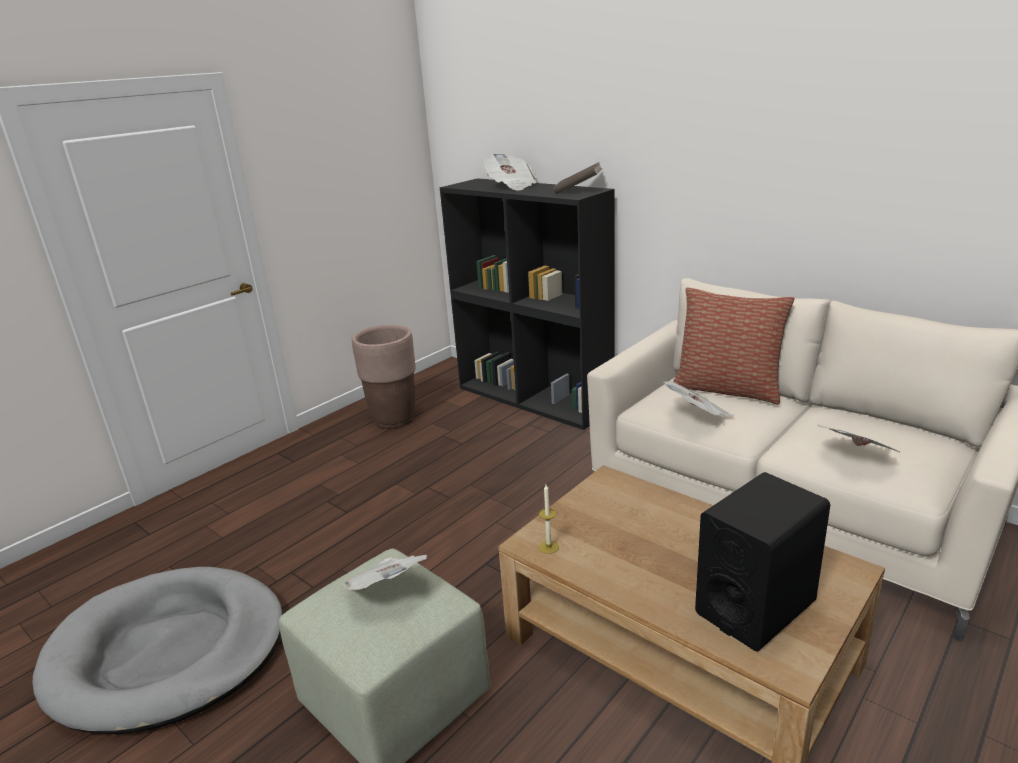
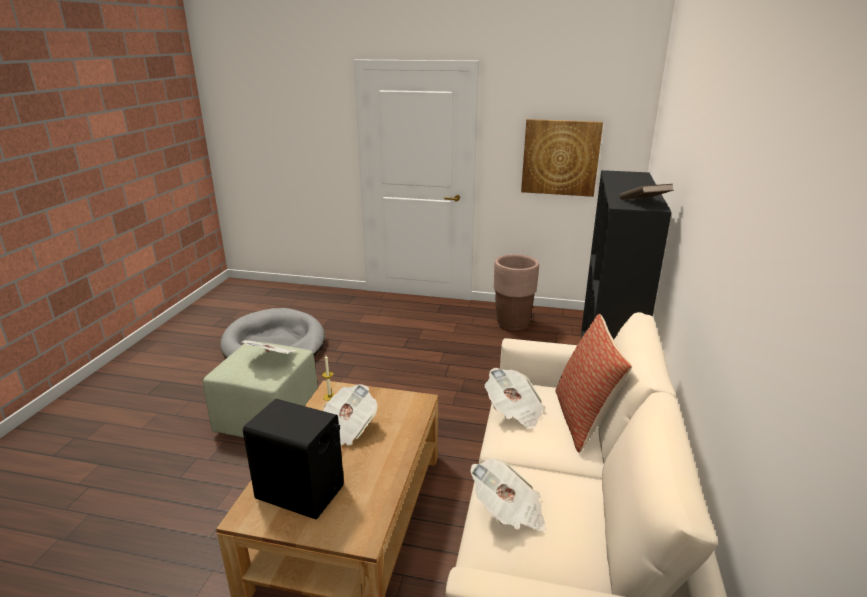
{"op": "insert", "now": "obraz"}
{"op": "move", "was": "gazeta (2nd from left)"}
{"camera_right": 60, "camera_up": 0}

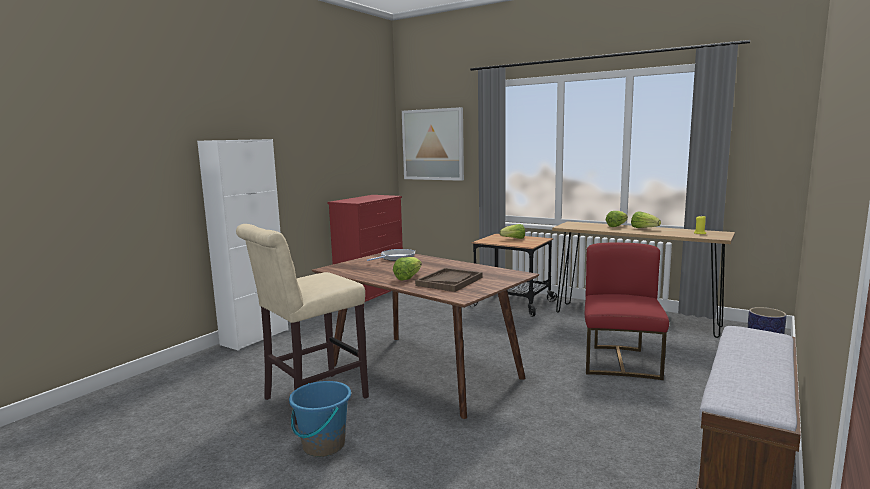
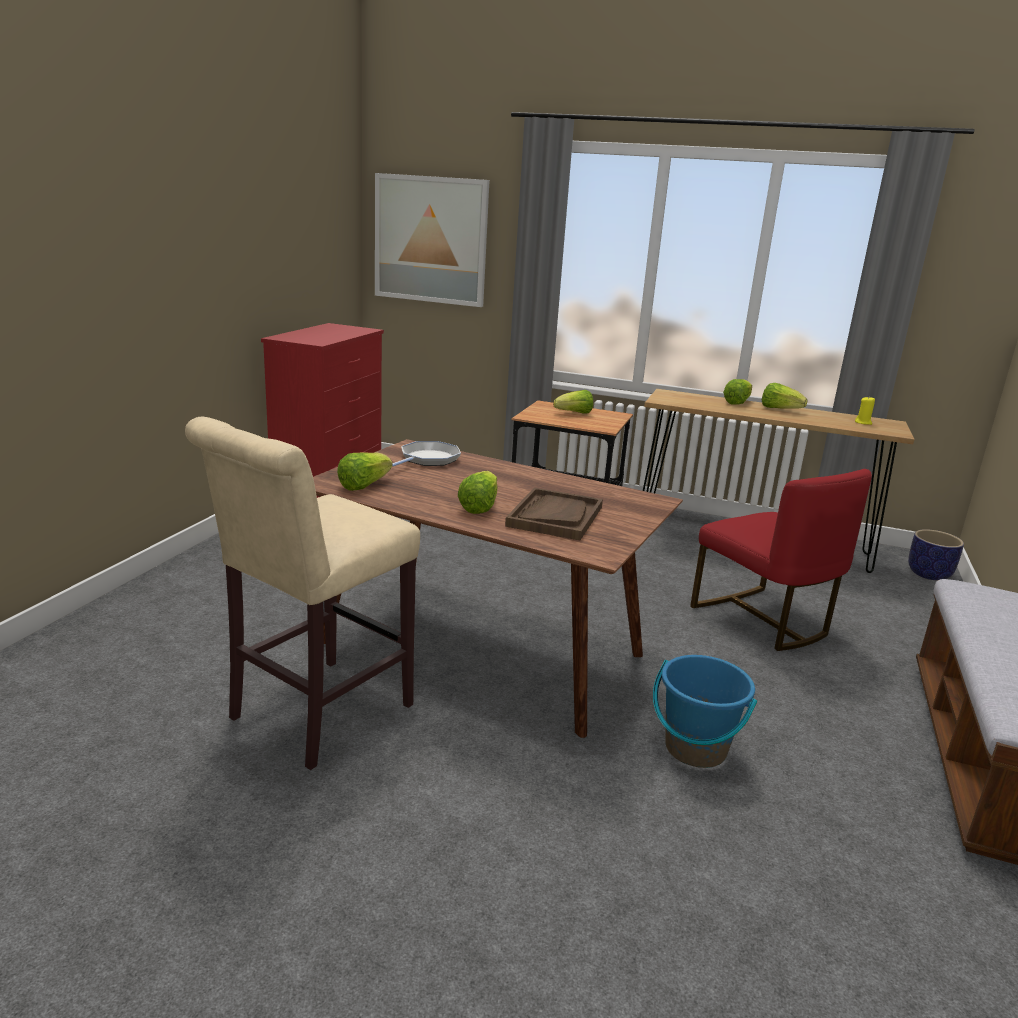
{"op": "delete", "was": "szafka [biały]"}
{"op": "insert", "now": "sałata (1st from left)"}
{"op": "move", "was": "wiadro [niebieski]"}
{"op": "rotate", "was": "krzesło [czerwony]", "clockwise": 150}
{"camera_right": -15, "camera_up": 10}

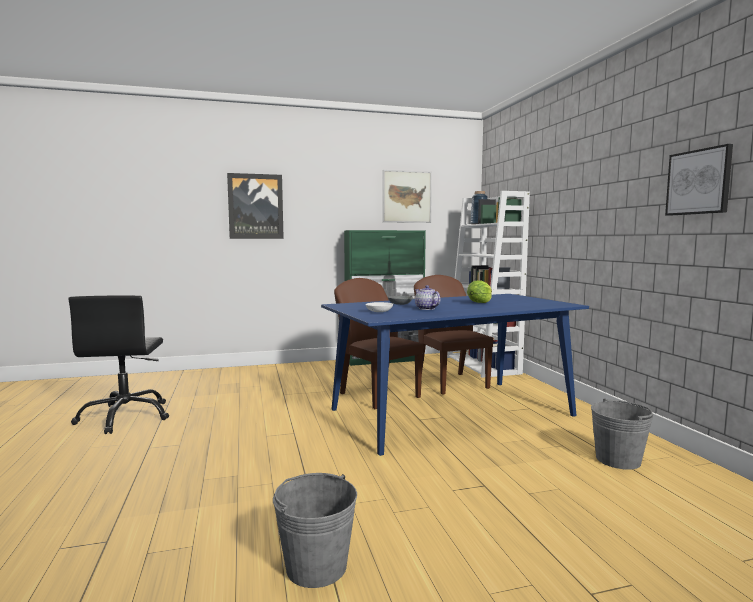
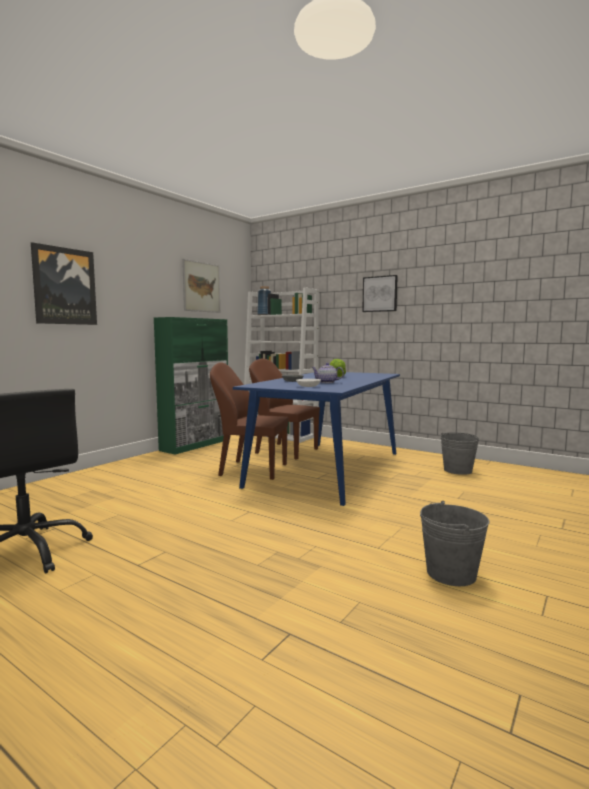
{"op": "move", "was": "obraz (3rd from left)"}
{"camera_right": -40, "camera_up": 0}

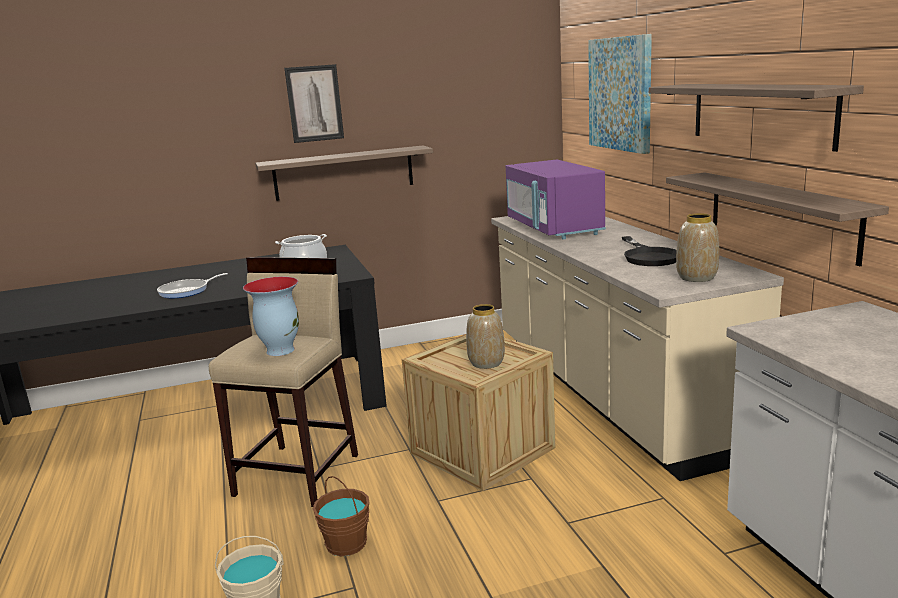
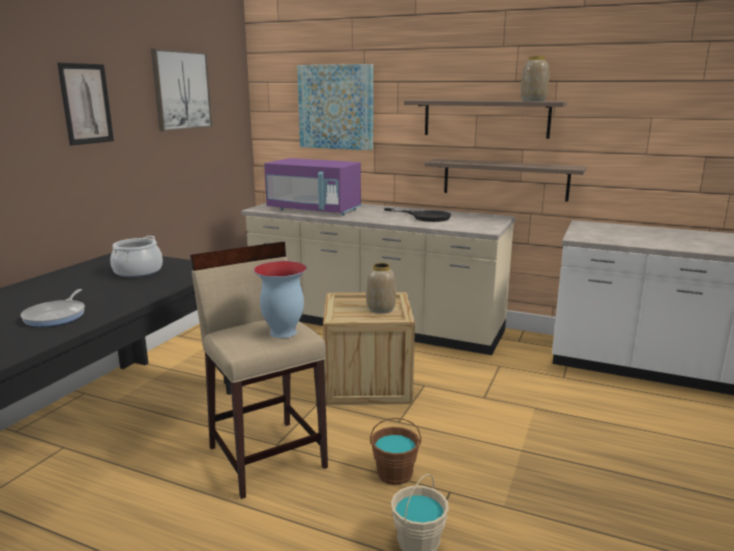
{"op": "delete", "was": "półka (1st from left)"}
{"op": "insert", "now": "obraz (2nd from left)"}
{"op": "move", "was": "wazon (3rd from left)"}
{"camera_right": -50, "camera_up": 0}

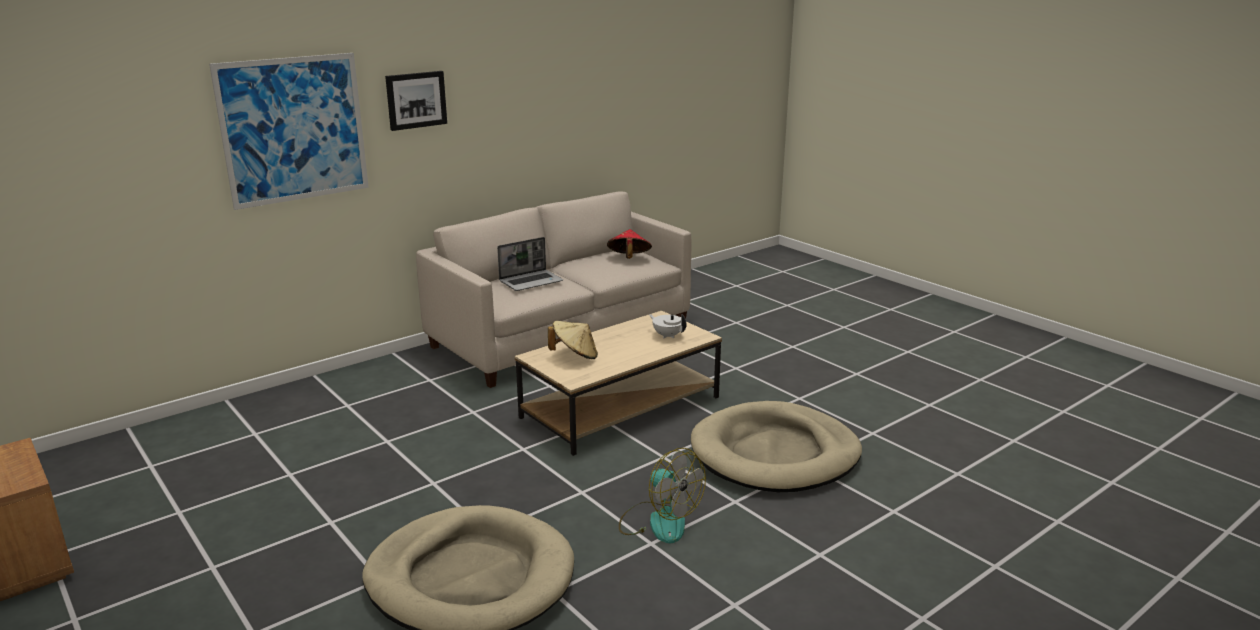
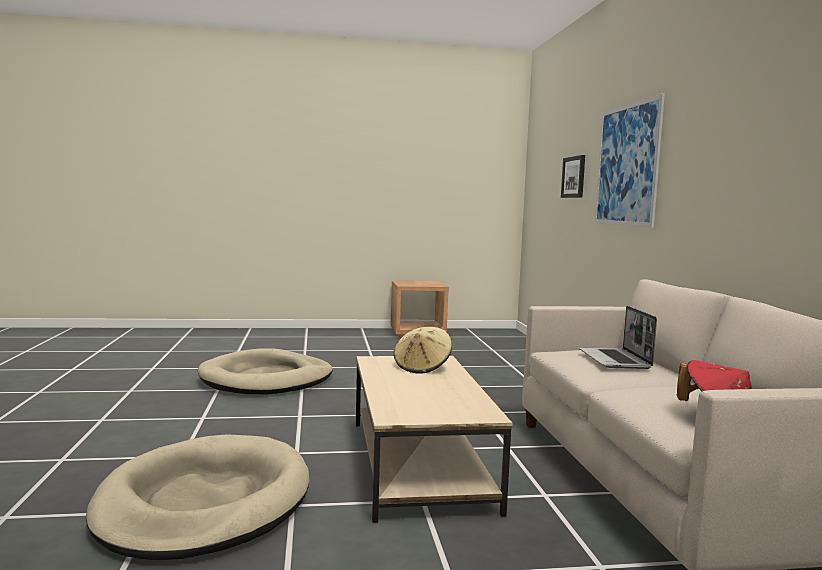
{"op": "delete", "was": "wentylator"}
{"op": "delete", "was": "imbryk [biały]"}
{"op": "move", "was": "obraz (2nd from left in the first image)", "now": "obraz (1st from left)"}
{"camera_right": 120, "camera_up": -15}

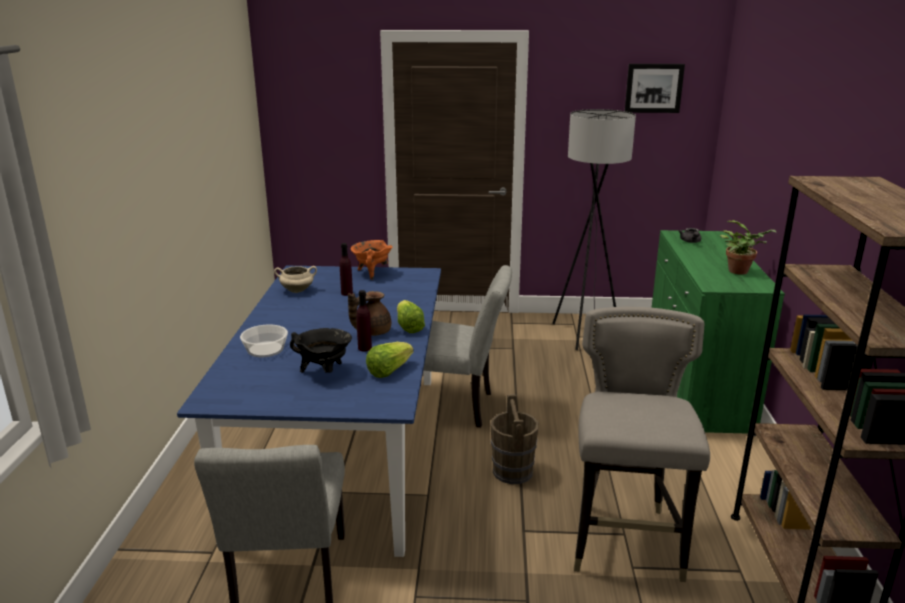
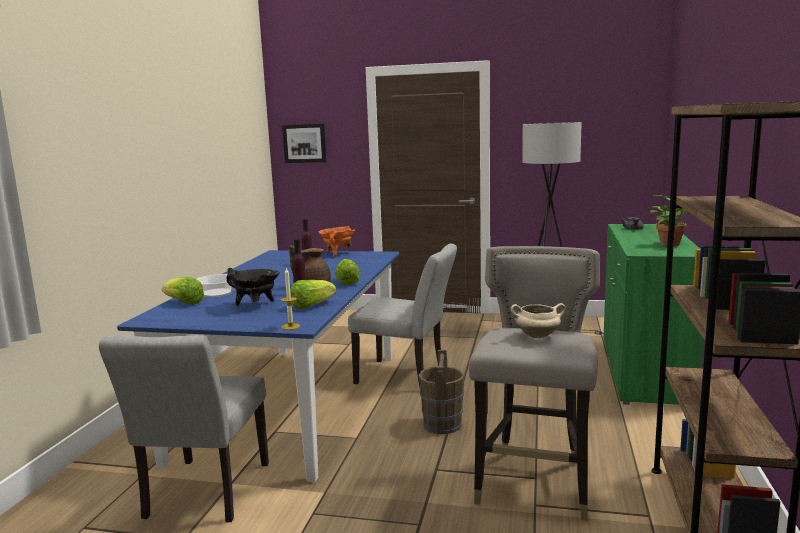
{"op": "insert", "now": "sałata (1st from left)"}
{"op": "insert", "now": "świeca"}
{"op": "move", "was": "garnek [beżowy]"}
{"op": "move", "was": "obraz"}
{"camera_right": 10, "camera_up": -10}

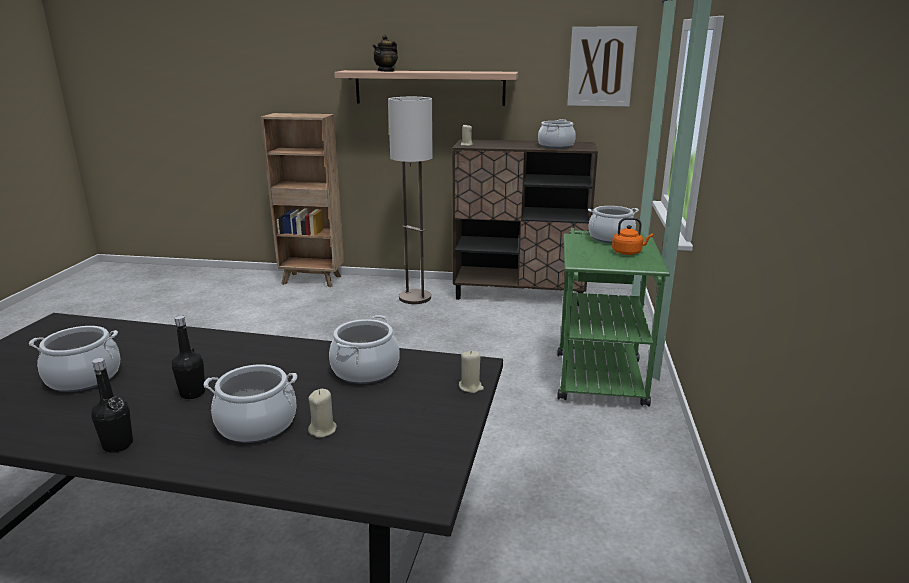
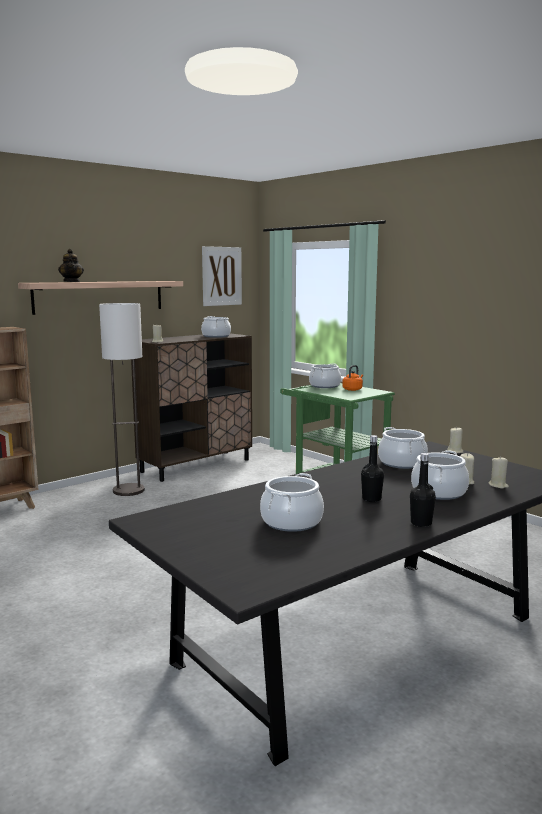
{"op": "insert", "now": "świeca [beżowy] (4th from left)"}
{"camera_right": -50, "camera_up": -10}

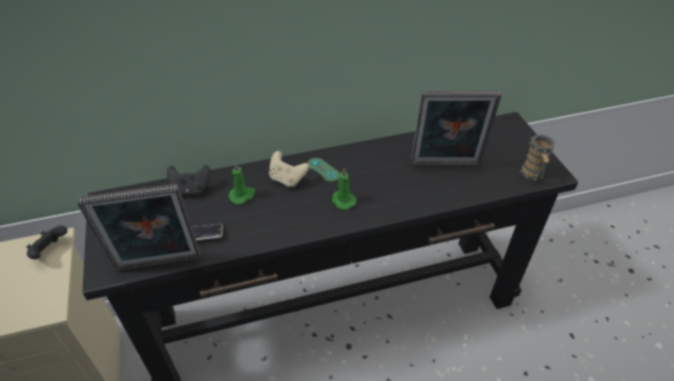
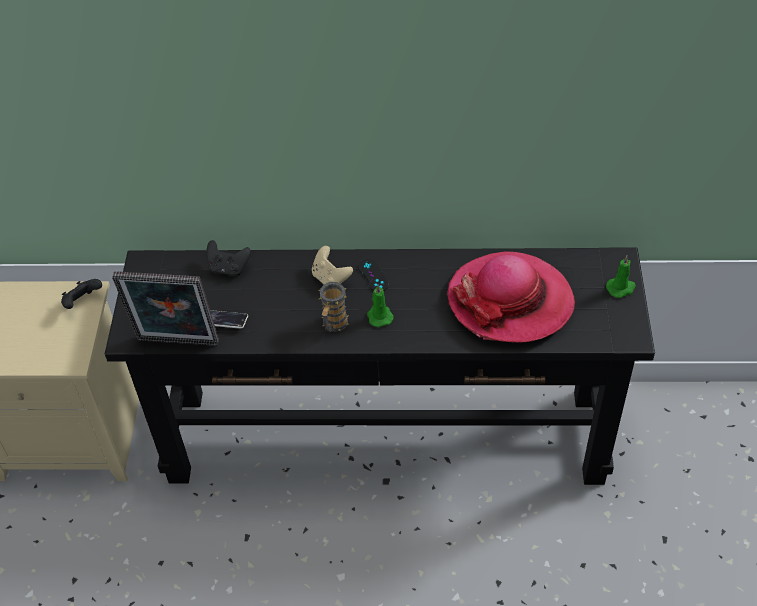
{"op": "move", "was": "świeca [zielony] (1st from left in the first image)", "now": "świeca [zielony] (2nd from left)"}
{"op": "move", "was": "kubek"}
{"op": "replace", "was": "ramka na zdjęcie (2nd from left)", "now": "kapelusz"}
{"op": "recolor", "was": "pad do gier [zielony]", "now": "pad do gier [czarny] (3rd from left)"}
{"camera_right": 20, "camera_up": 5}

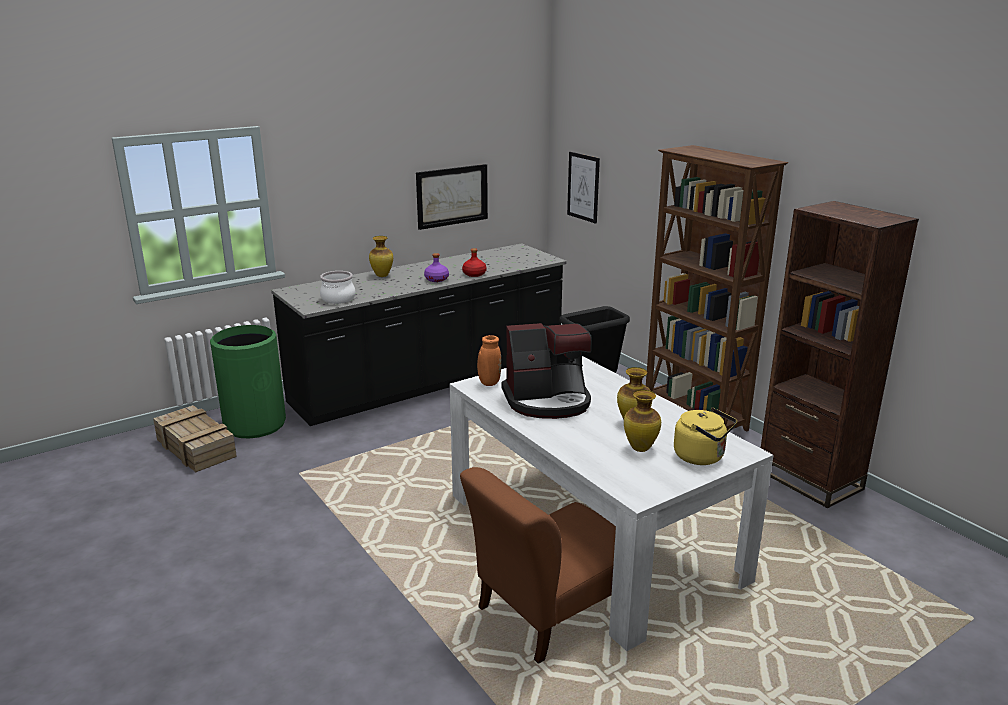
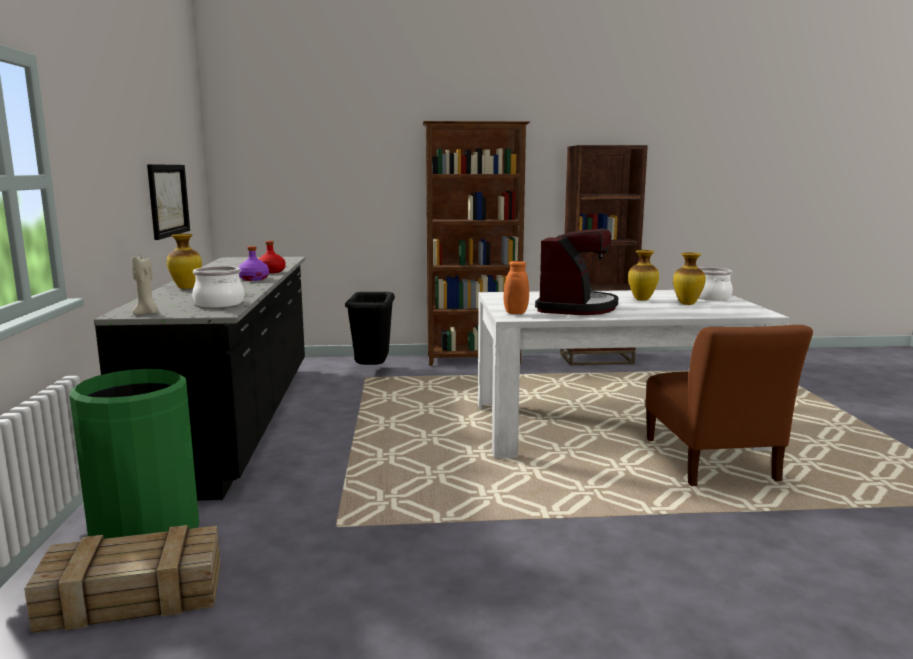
{"op": "delete", "was": "obraz (2nd from left)"}
{"op": "insert", "now": "świeca [beżowy]"}
{"op": "replace", "was": "czajnik [żółty]", "now": "garnek (2nd from left)"}
{"camera_right": -60, "camera_up": -10}

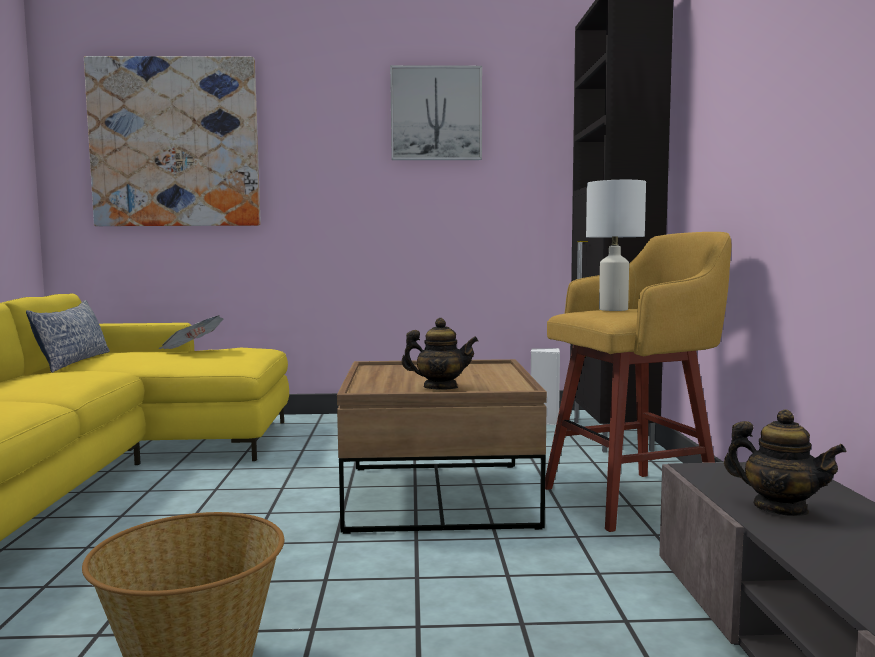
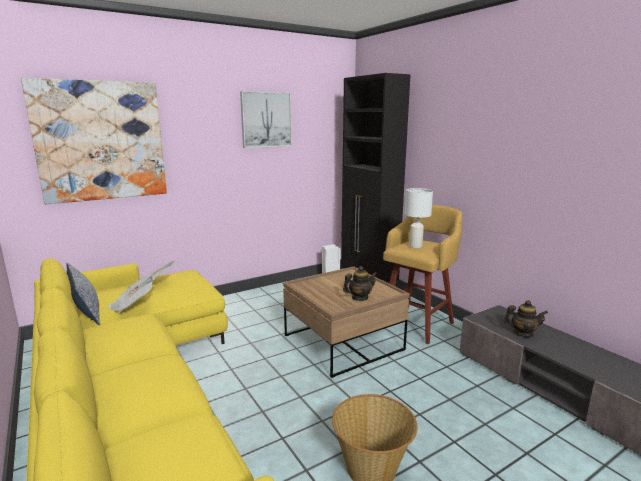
{"op": "insert", "now": "gazeta (1st from left)"}
{"camera_right": -30, "camera_up": 10}

